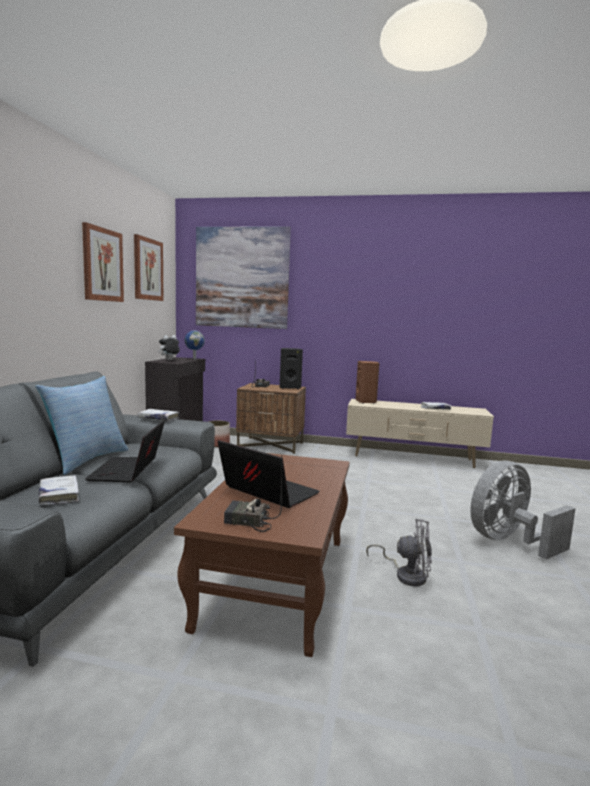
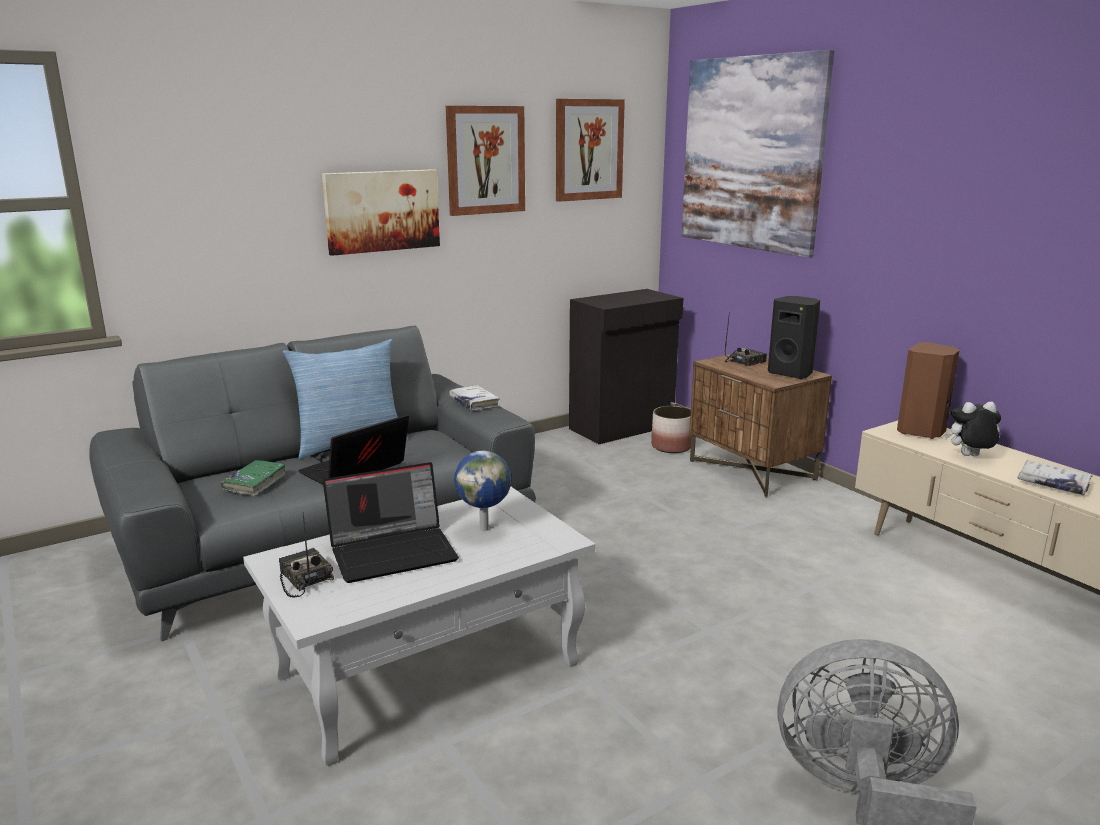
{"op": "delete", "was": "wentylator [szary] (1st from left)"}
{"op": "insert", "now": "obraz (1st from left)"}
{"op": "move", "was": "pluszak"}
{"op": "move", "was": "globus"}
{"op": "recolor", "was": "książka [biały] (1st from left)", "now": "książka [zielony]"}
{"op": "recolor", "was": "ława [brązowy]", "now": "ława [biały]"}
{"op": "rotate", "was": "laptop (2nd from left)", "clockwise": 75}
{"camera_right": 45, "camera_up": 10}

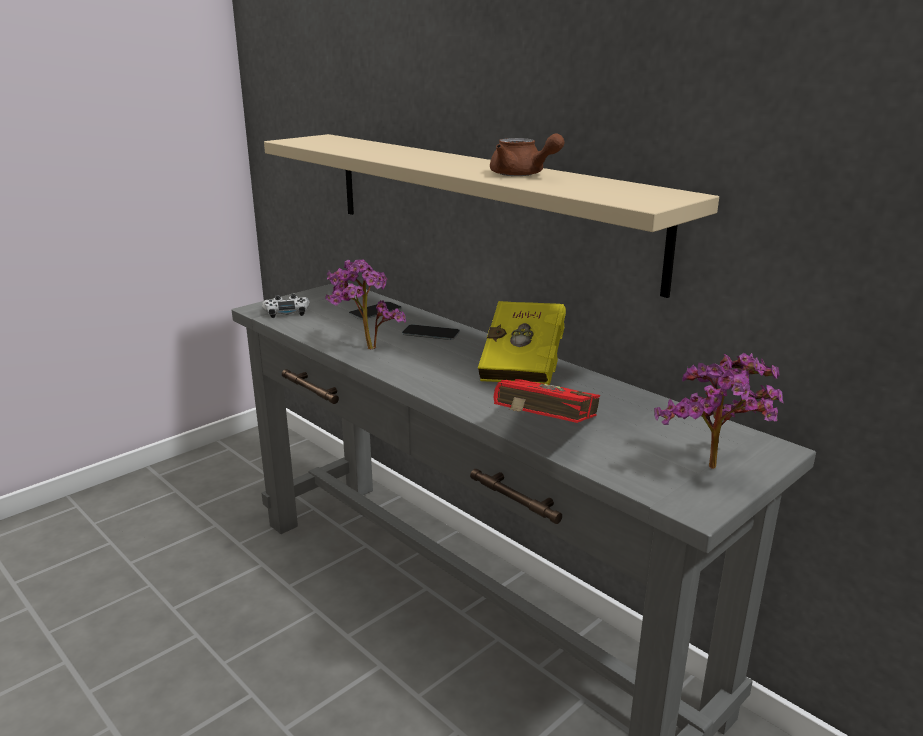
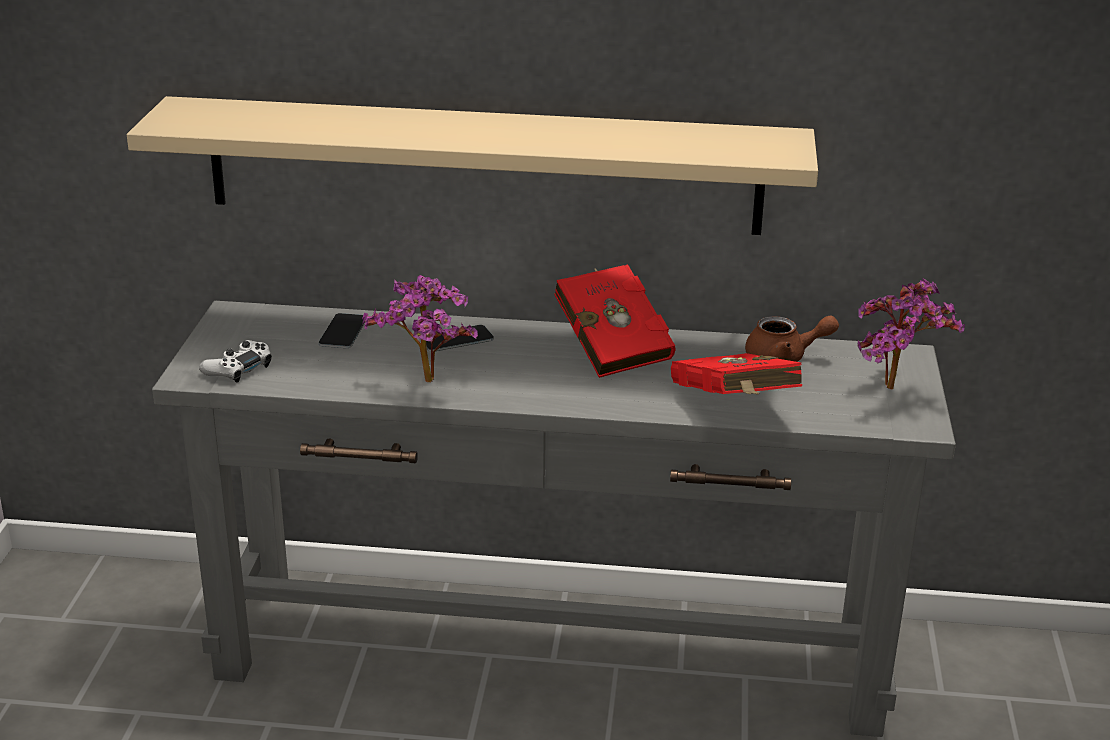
{"op": "move", "was": "imbryk [brązowy]"}
{"op": "recolor", "was": "książka [żółty]", "now": "książka [czerwony] (1st from left)"}
{"camera_right": -40, "camera_up": 5}

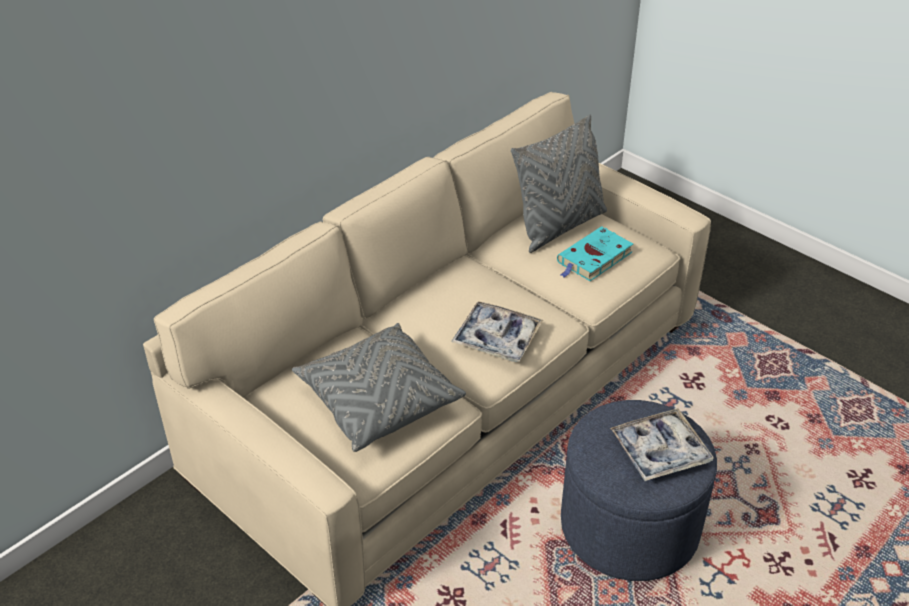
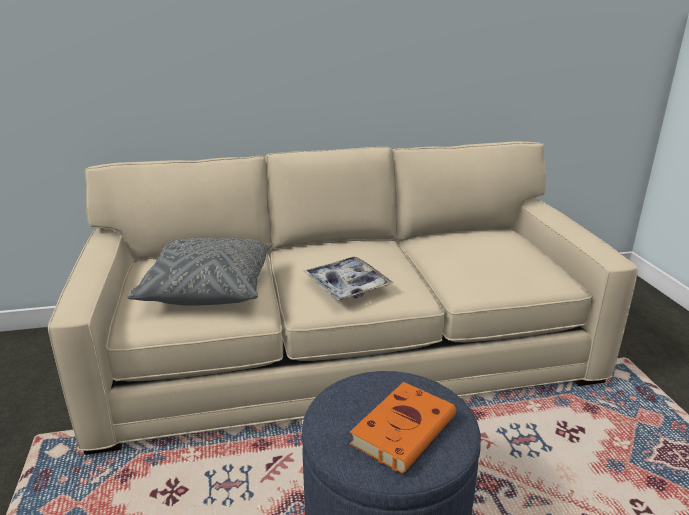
{"op": "delete", "was": "poduszka [szary] (2nd from left)"}
{"op": "delete", "was": "książka [turkusowy]"}
{"op": "replace", "was": "taca (2nd from left)", "now": "książka [pomarańczowy]"}
{"camera_right": 35, "camera_up": -15}

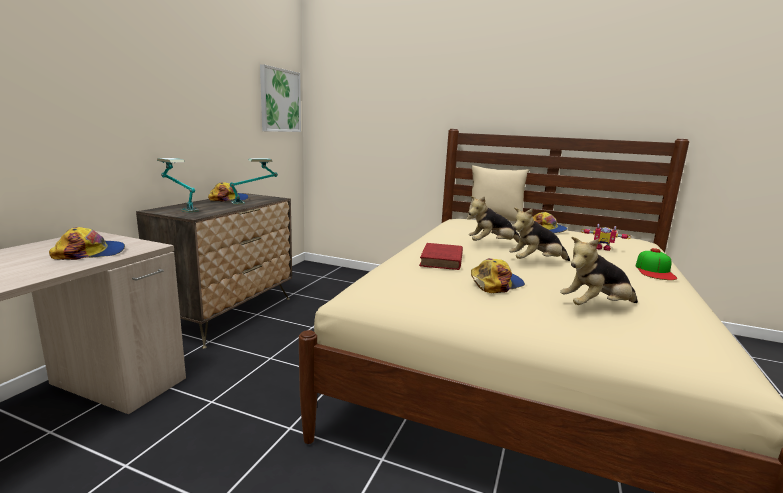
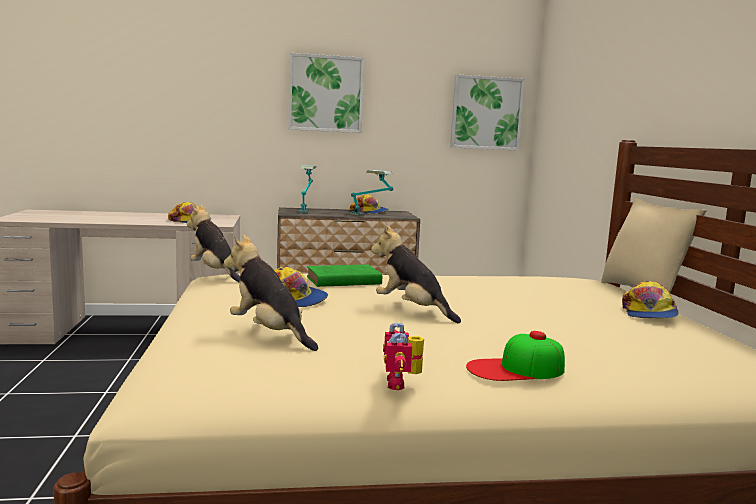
{"op": "insert", "now": "obraz (1st from left)"}
{"op": "move", "was": "pluszak (1st from left)"}
{"op": "move", "was": "robot zabawkowy"}
{"op": "recolor", "was": "książka [czerwony]", "now": "książka [zielony]"}
{"camera_right": 60, "camera_up": -5}

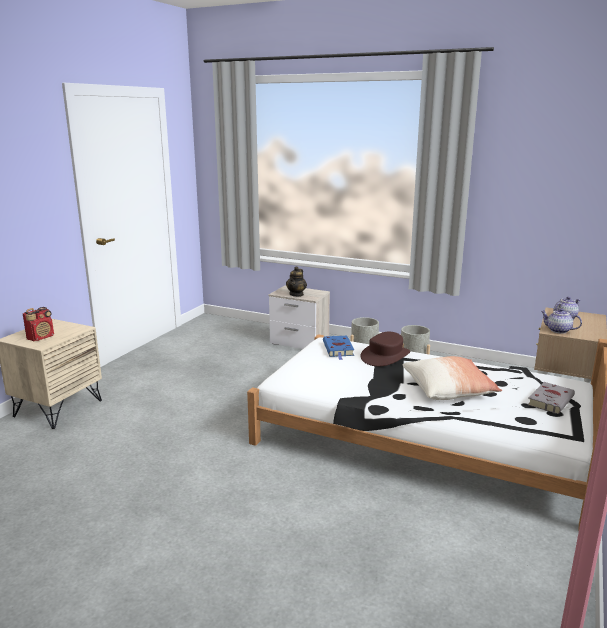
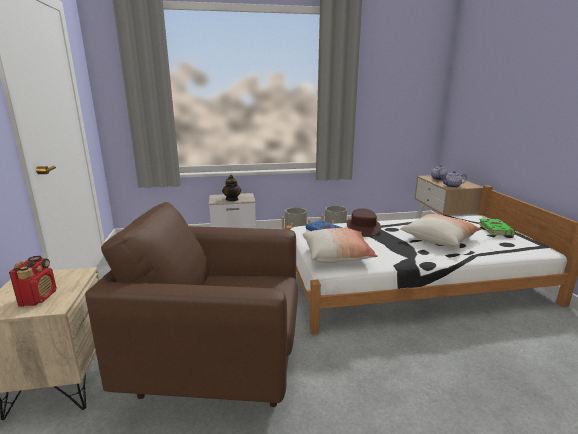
{"op": "insert", "now": "fotel [brązowy]"}
{"op": "insert", "now": "poduszka (1st from left)"}
{"op": "recolor", "was": "książka [szary]", "now": "książka [zielony]"}
{"camera_right": -35, "camera_up": 0}

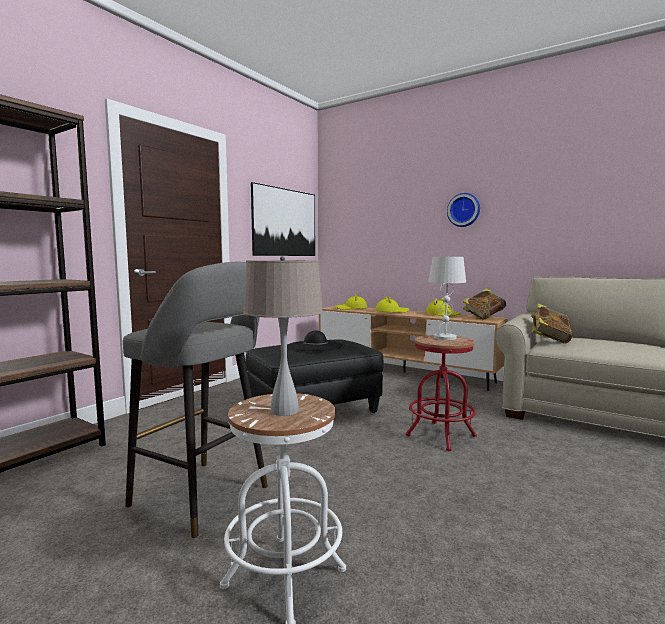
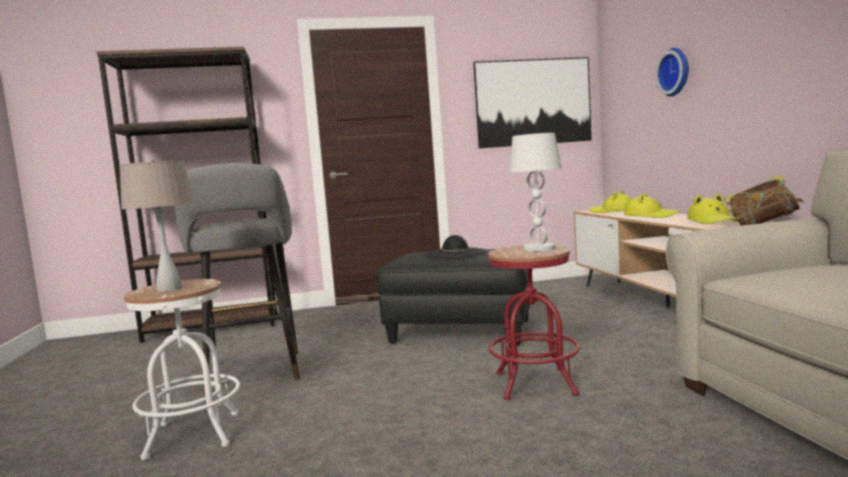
{"op": "delete", "was": "książka (2nd from left)"}
{"op": "move", "was": "zegar ścienny"}
{"camera_right": 45, "camera_up": 0}

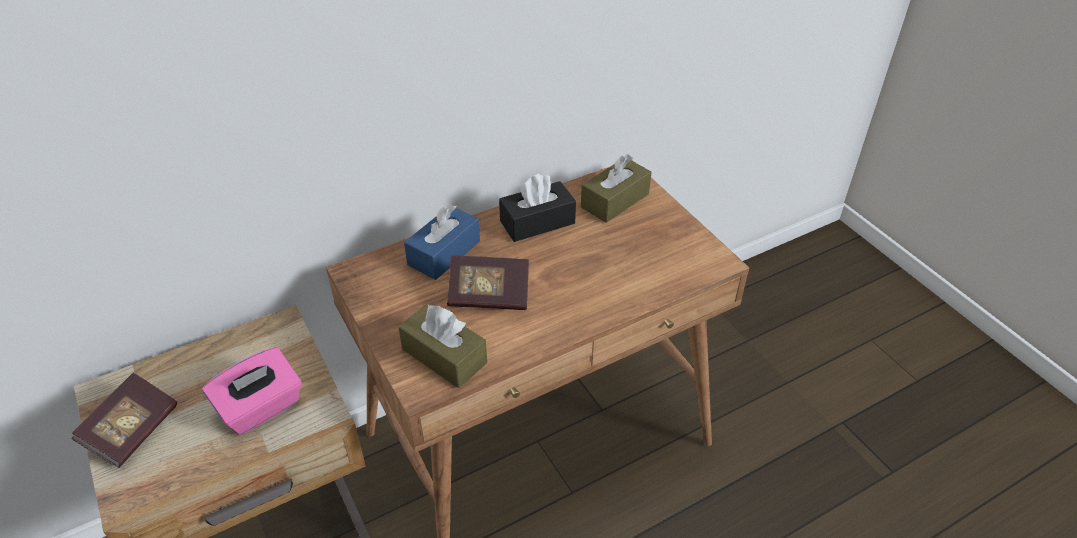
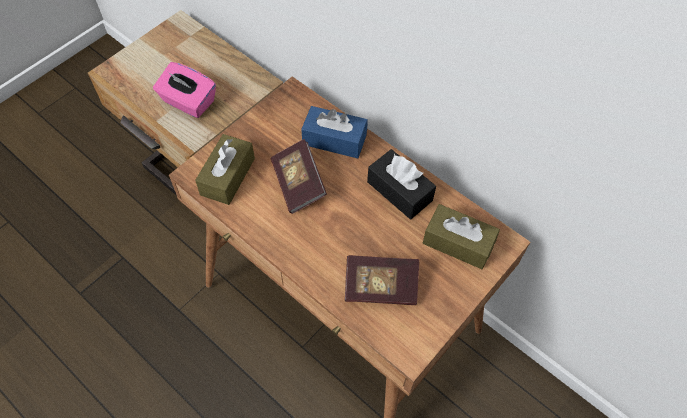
{"op": "move", "was": "książka (1st from left in the first image)", "now": "książka (2nd from left)"}
{"camera_right": 70, "camera_up": 15}

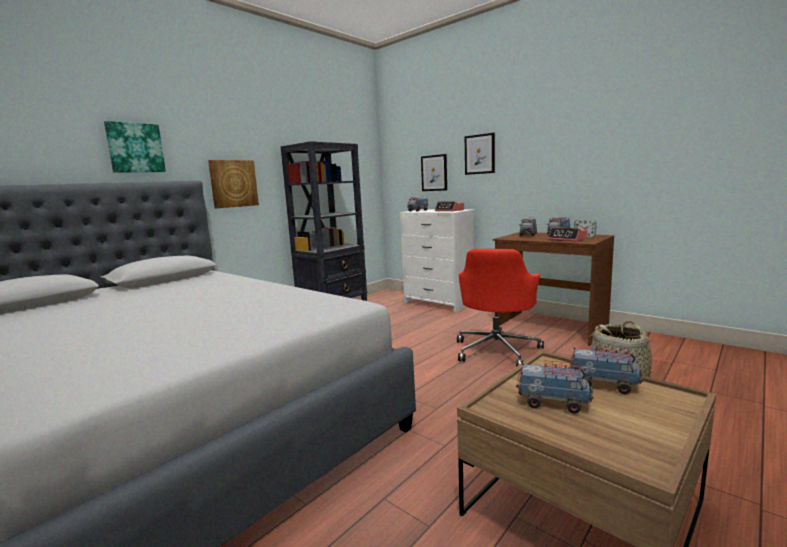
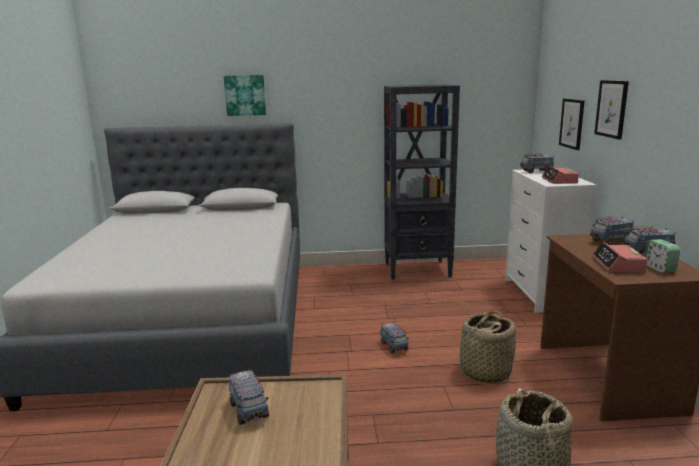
{"op": "delete", "was": "obraz (2nd from left)"}
{"op": "move", "was": "ciężarówka zabawkowa (5th from left in the first image)", "now": "ciężarówka zabawkowa (2nd from left)"}
{"op": "replace", "was": "krzesło biurowe [czerwony]", "now": "koszyk (1st from left)"}
{"camera_right": 45, "camera_up": 5}

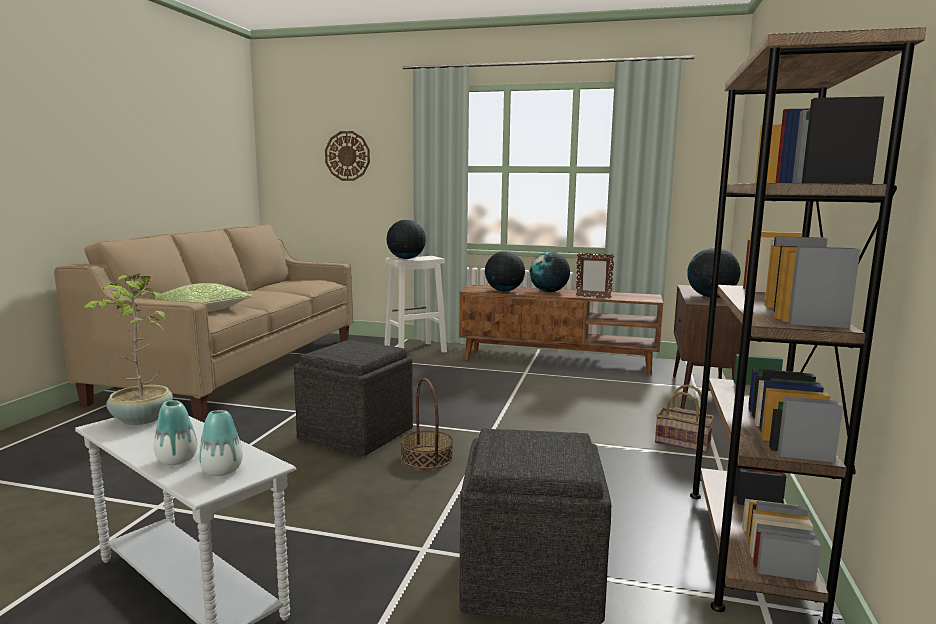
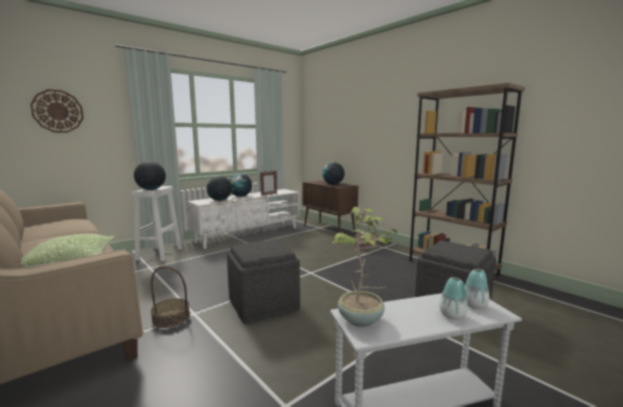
{"op": "move", "was": "koszyk (1st from left)"}
{"op": "recolor", "was": "szafka pod telewizor [brązowy]", "now": "szafka pod telewizor [biały]"}
{"camera_right": -55, "camera_up": 0}

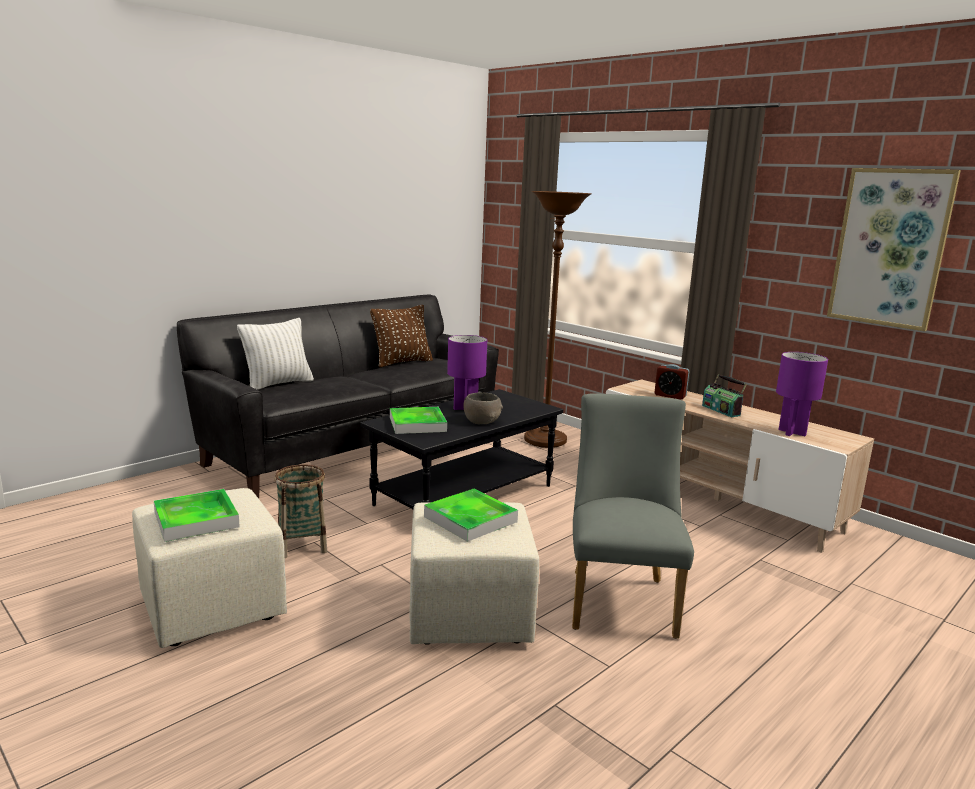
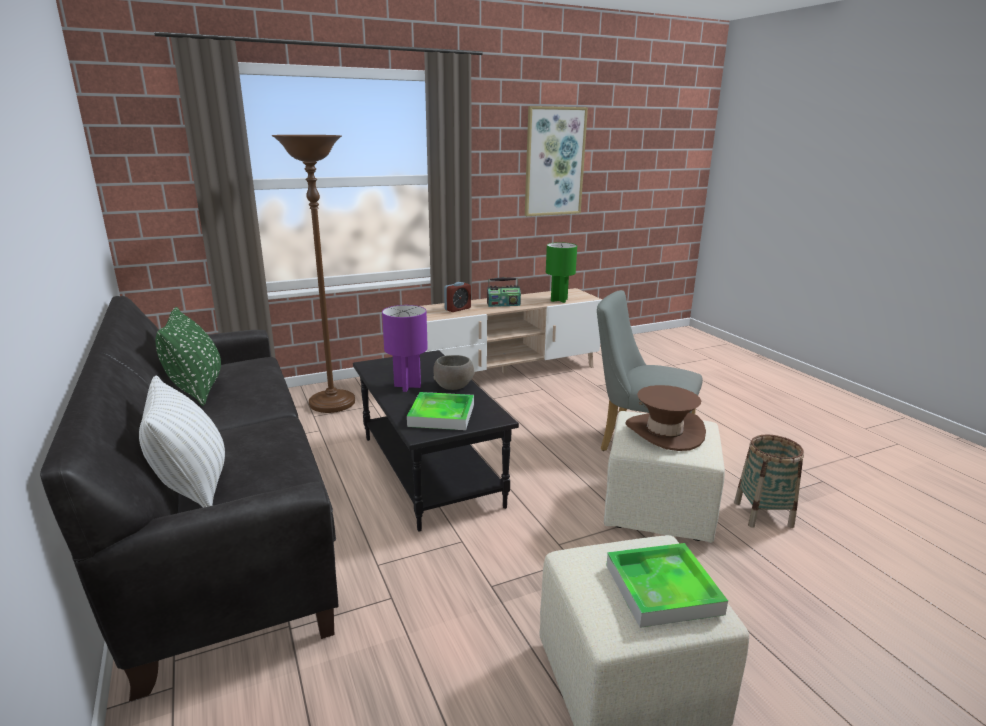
{"op": "move", "was": "koszyk"}
{"op": "replace", "was": "taca (3rd from left)", "now": "kapelusz [brązowy]"}
{"op": "recolor", "was": "poduszka [brązowy]", "now": "poduszka [zielony]"}
{"op": "recolor", "was": "lampa stołowa [fioletowy] (2nd from left)", "now": "lampa stołowa [zielony]"}
{"camera_right": -70, "camera_up": 5}

